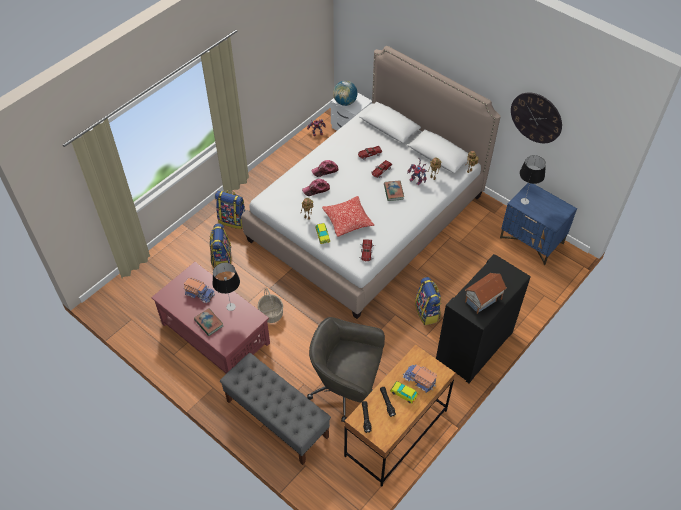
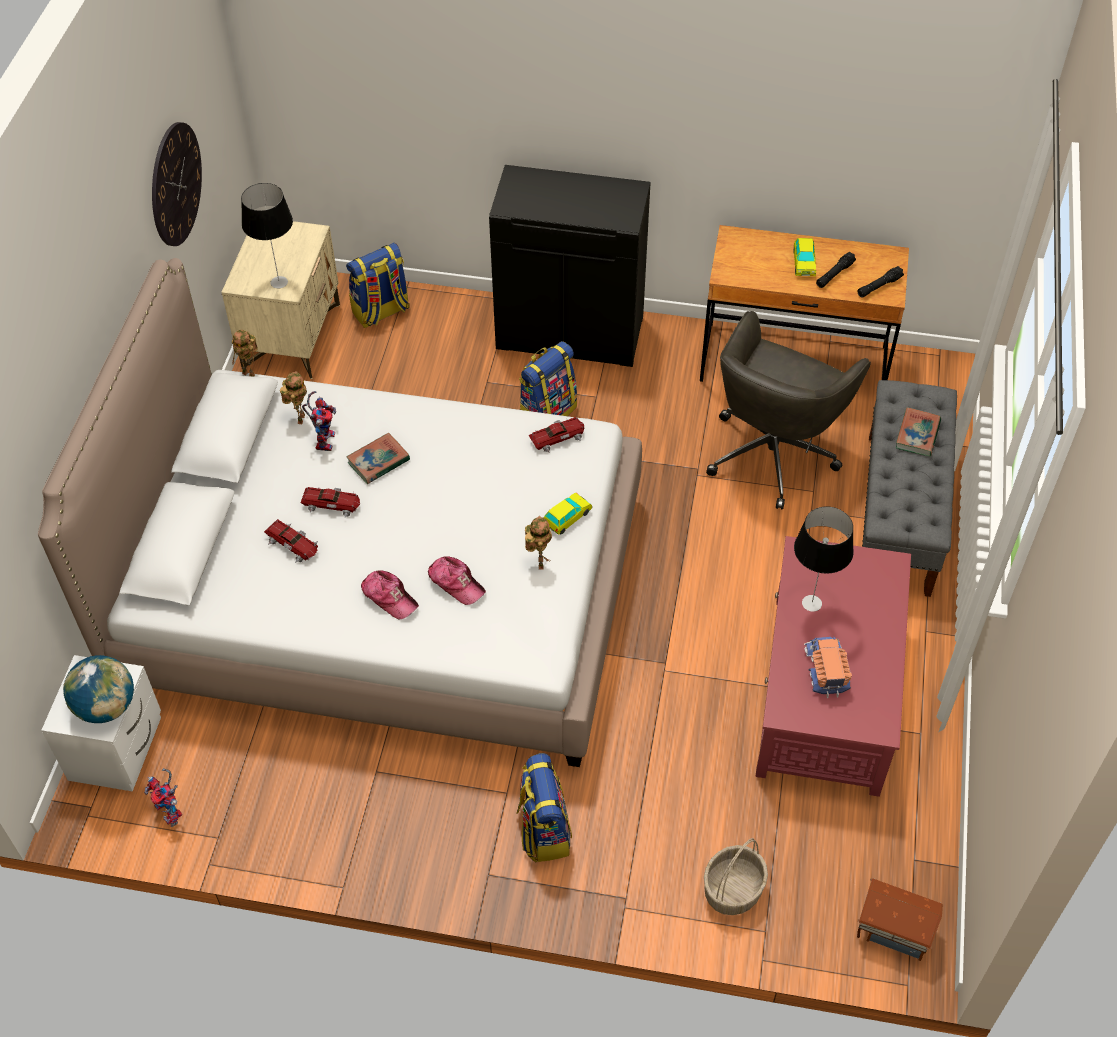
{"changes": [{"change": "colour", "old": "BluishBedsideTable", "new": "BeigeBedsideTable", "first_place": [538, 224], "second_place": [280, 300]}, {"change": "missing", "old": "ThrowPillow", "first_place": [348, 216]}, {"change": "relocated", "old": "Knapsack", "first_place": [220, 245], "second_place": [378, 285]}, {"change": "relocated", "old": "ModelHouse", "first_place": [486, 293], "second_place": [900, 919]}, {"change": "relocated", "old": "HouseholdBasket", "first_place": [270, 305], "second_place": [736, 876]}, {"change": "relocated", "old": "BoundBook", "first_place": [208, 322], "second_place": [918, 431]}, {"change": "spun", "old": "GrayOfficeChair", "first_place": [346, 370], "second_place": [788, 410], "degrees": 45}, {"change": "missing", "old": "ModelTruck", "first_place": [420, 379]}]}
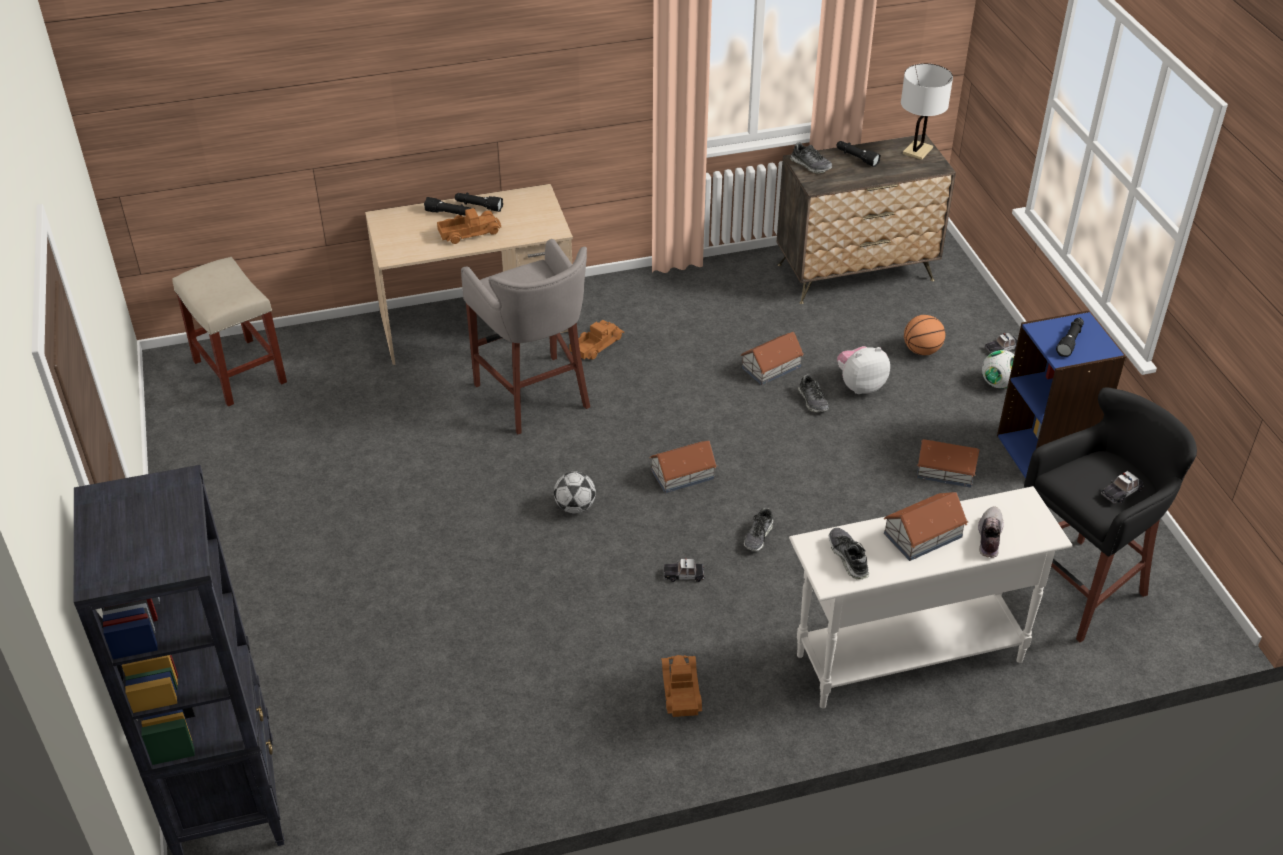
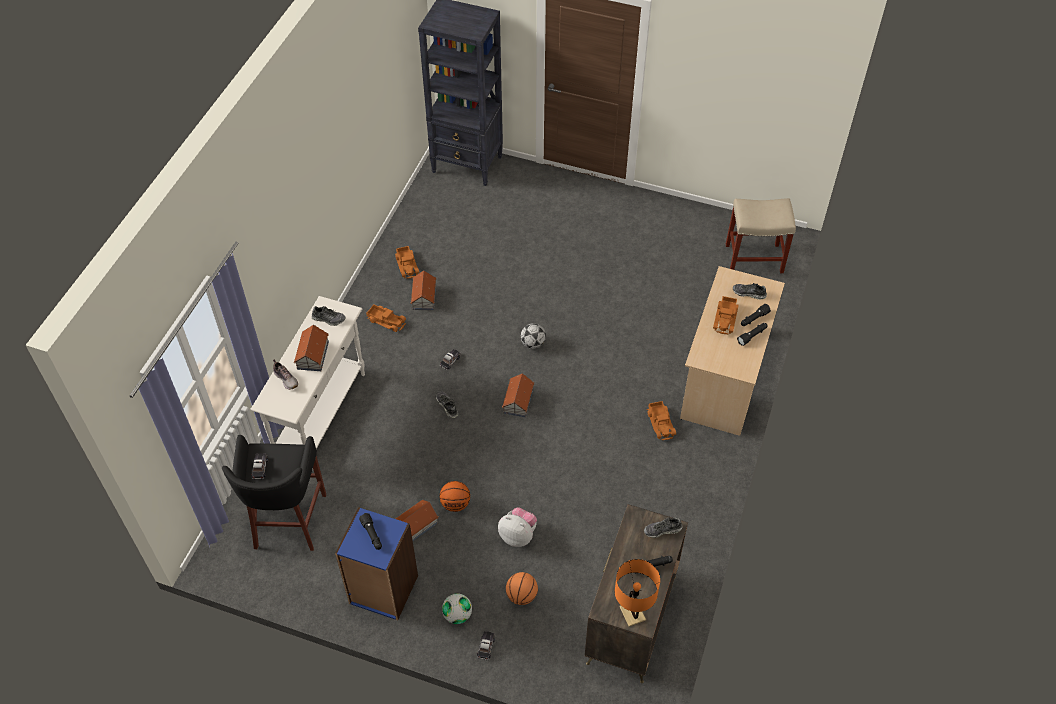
{"changes": [{"change": "colour", "old": "WhiteColouredTableLamp", "new": "OrangeColouredTableLamp", "first_place": [927, 111], "second_place": [637, 593]}, {"change": "missing", "old": "GrayStoolSeat", "first_place": [525, 337]}, {"change": "relocated", "old": "ModelHouse", "first_place": [772, 358], "second_place": [423, 290]}, {"change": "spun", "old": "PlushToy", "first_place": [863, 370], "second_place": [517, 527], "degrees": -75}, {"change": "relocated", "old": "ItemOfFootwear", "first_place": [813, 393], "second_place": [750, 291]}, {"change": "appeared", "new": "ModelTruck", "second_place": [407, 262]}, {"change": "appeared", "new": "Basketball", "second_place": [455, 496]}]}
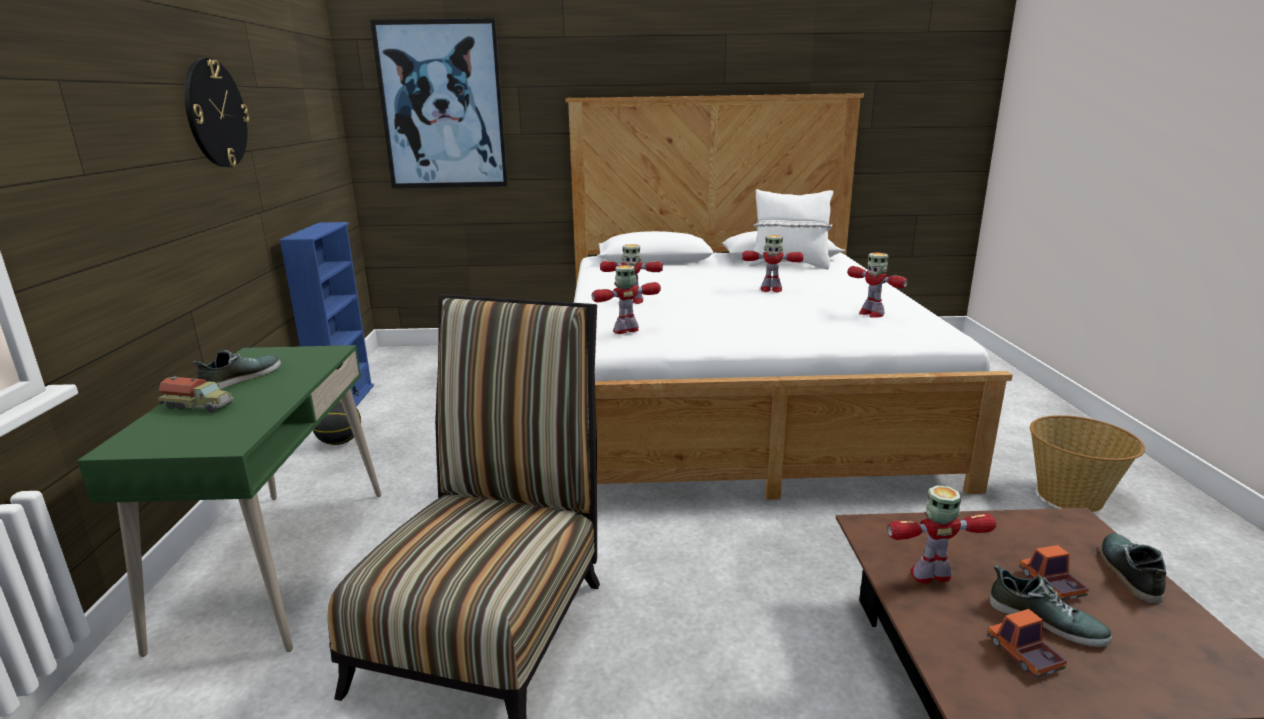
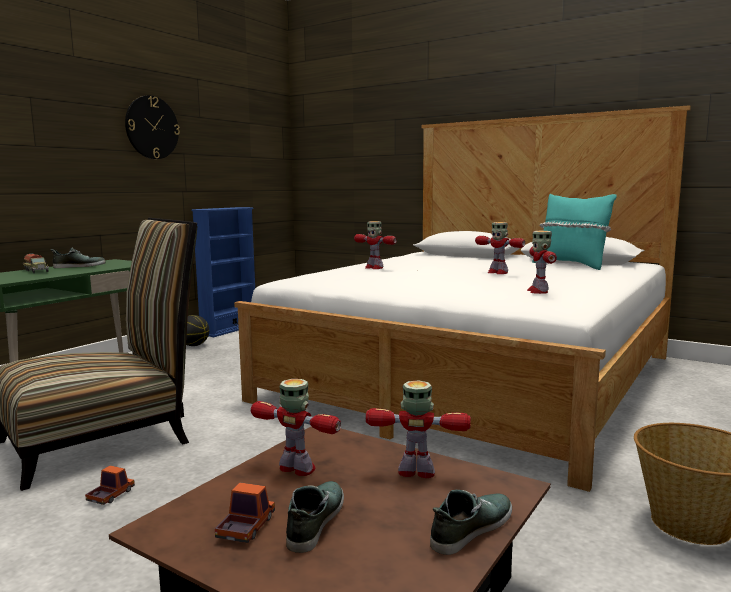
{"changes": [{"change": "missing", "old": "WallPicture", "first_place": [439, 103]}, {"change": "colour", "old": "WhiteColouredThrowPillow", "new": "BlueGreenThrowPillow", "first_place": [791, 229], "second_place": [574, 232]}, {"change": "relocated", "old": "RobotFigure", "first_place": [626, 299], "second_place": [418, 429]}, {"change": "relocated", "old": "ModelTruck", "first_place": [1054, 572], "second_place": [110, 485]}, {"change": "spun", "old": "ItemOfFootwear", "first_place": [1050, 605], "second_place": [315, 517], "degrees": -150}]}
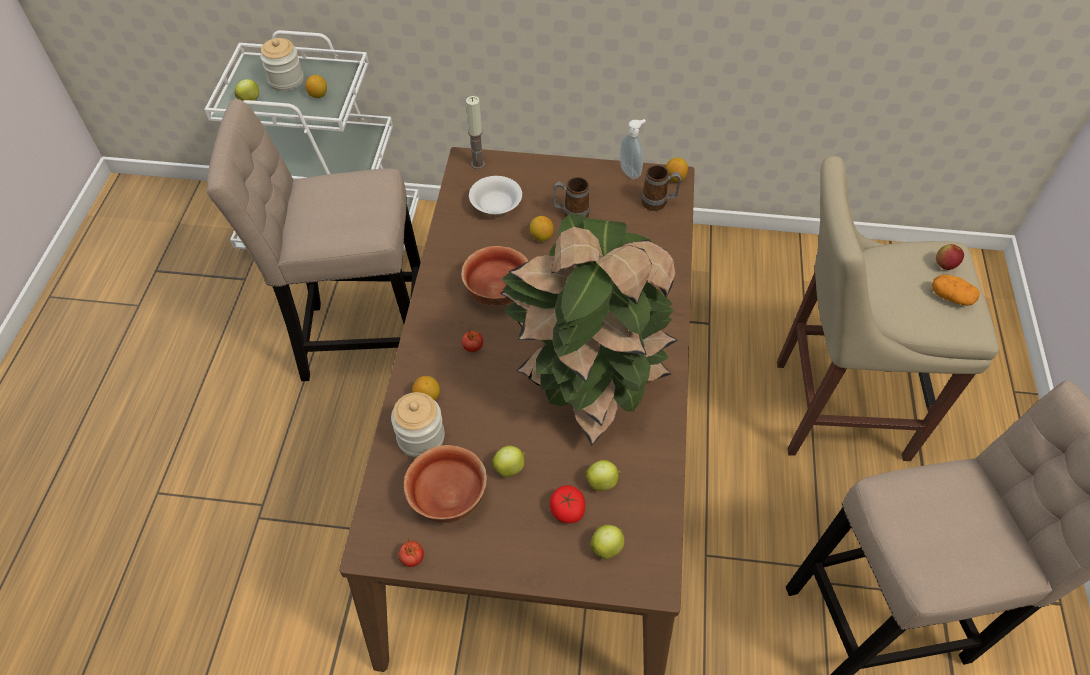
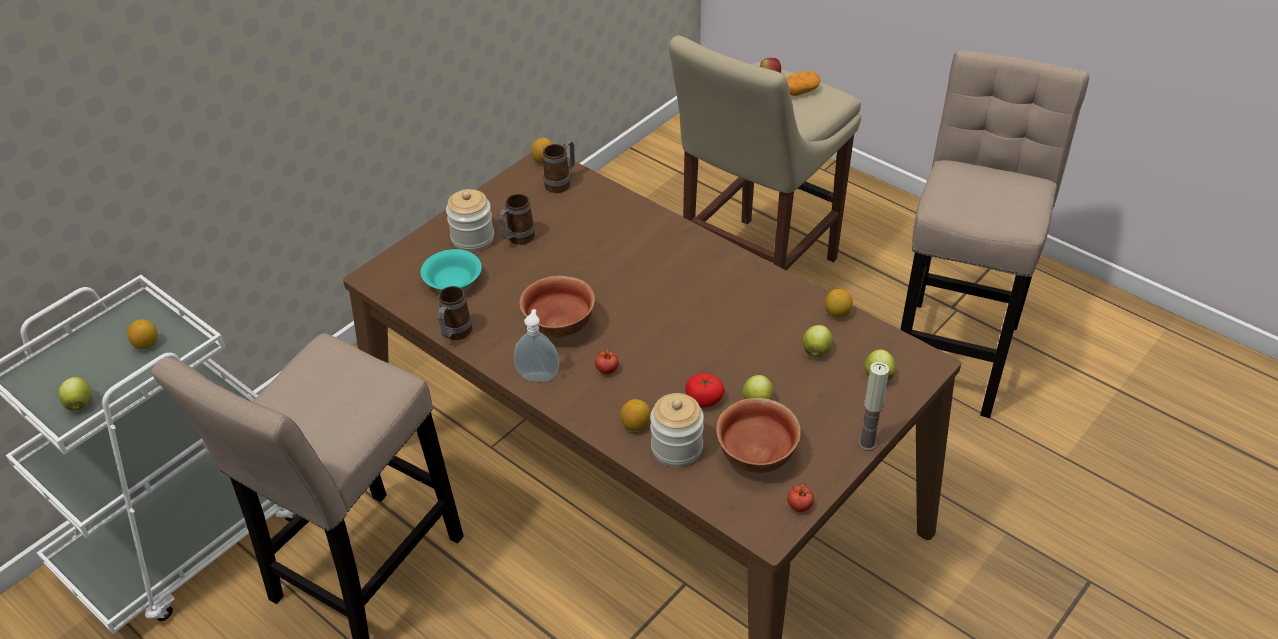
{"changes": [{"change": "relocated", "old": "PreserveJar", "first_place": [282, 64], "second_place": [470, 220]}, {"change": "relocated", "old": "WaxCandle", "first_place": [475, 132], "second_place": [873, 406]}, {"change": "relocated", "old": "SoapDispenser", "first_place": [633, 149], "second_place": [536, 345]}, {"change": "colour", "old": "WhiteColouredBowl", "new": "BlueGreenBowl", "first_place": [495, 195], "second_place": [451, 269]}, {"change": "missing", "old": "PottedPlant", "first_place": [589, 329]}, {"change": "relocated", "old": "Lemon", "first_place": [542, 228], "second_place": [839, 303]}, {"change": "relocated", "old": "FreshTomato", "first_place": [567, 504], "second_place": [705, 390]}, {"change": "appeared", "new": "TeaMug", "second_place": [455, 313]}]}
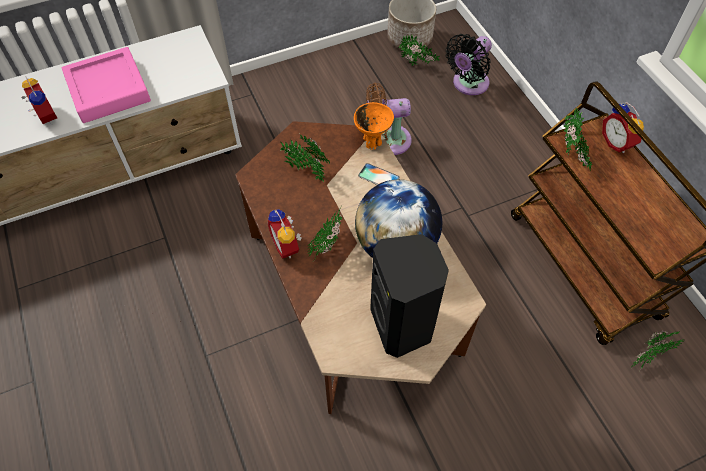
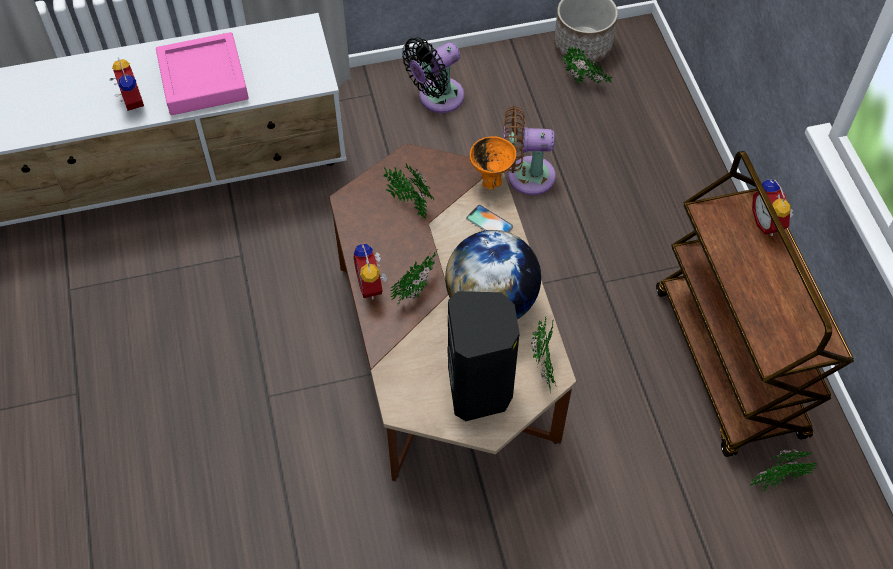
{"changes": [{"change": "relocated", "old": "BlackColouredElectricFan", "first_place": [469, 64], "second_place": [433, 75]}, {"change": "relocated", "old": "PottedPlant", "first_place": [578, 139], "second_place": [543, 355]}]}
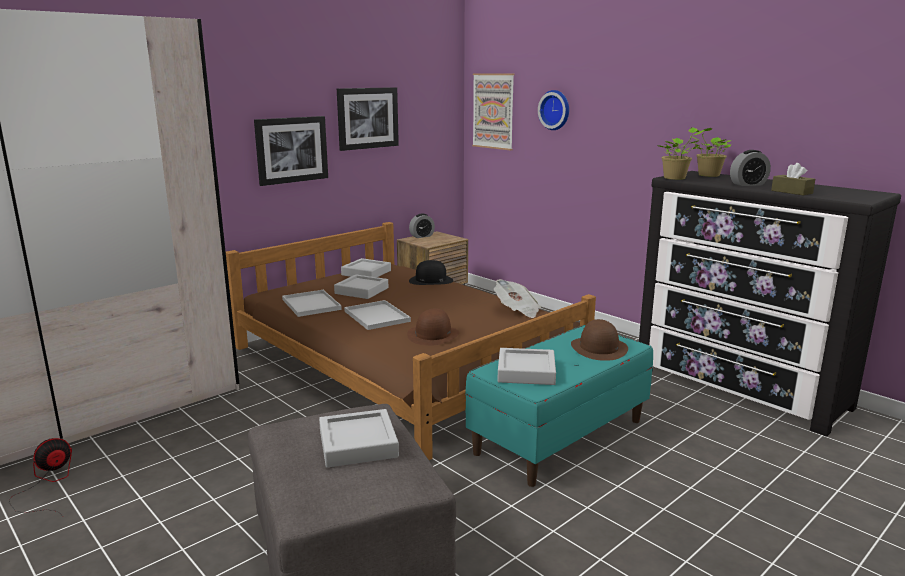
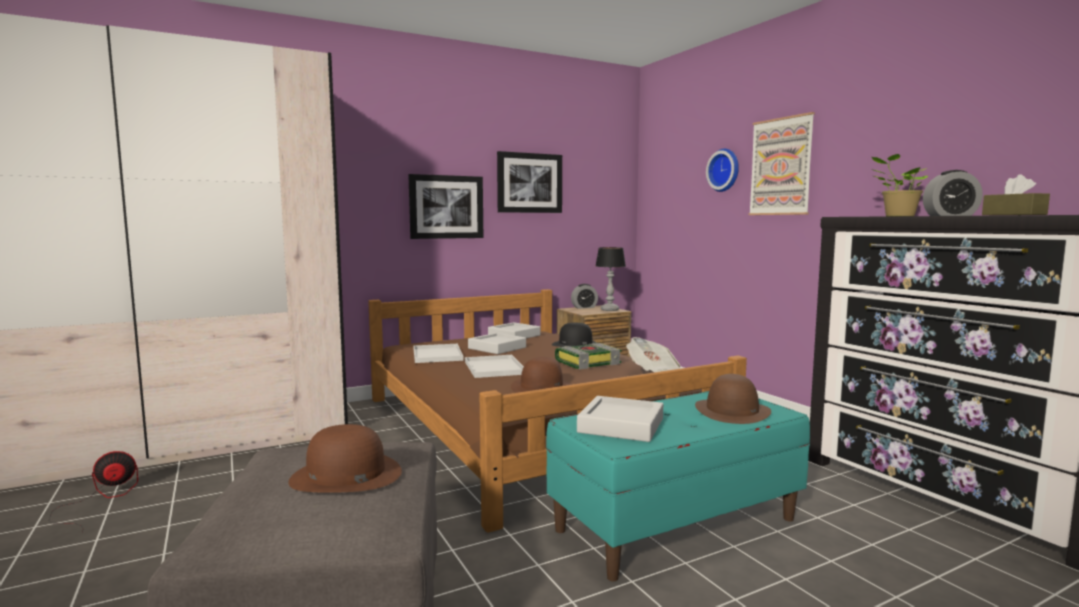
{"changes": [{"change": "relocated", "old": "WallPicture", "first_place": [493, 111], "second_place": [782, 163]}, {"change": "missing", "old": "PottedPlant", "first_place": [680, 154]}, {"change": "exchanged", "old": "GrayServingTray", "new": "BrownColouredWearableHat", "first_place": [359, 438], "second_place": [345, 458]}, {"change": "appeared", "new": "TableLamp", "second_place": [611, 279]}, {"change": "appeared", "new": "BoundBook", "second_place": [588, 356]}]}
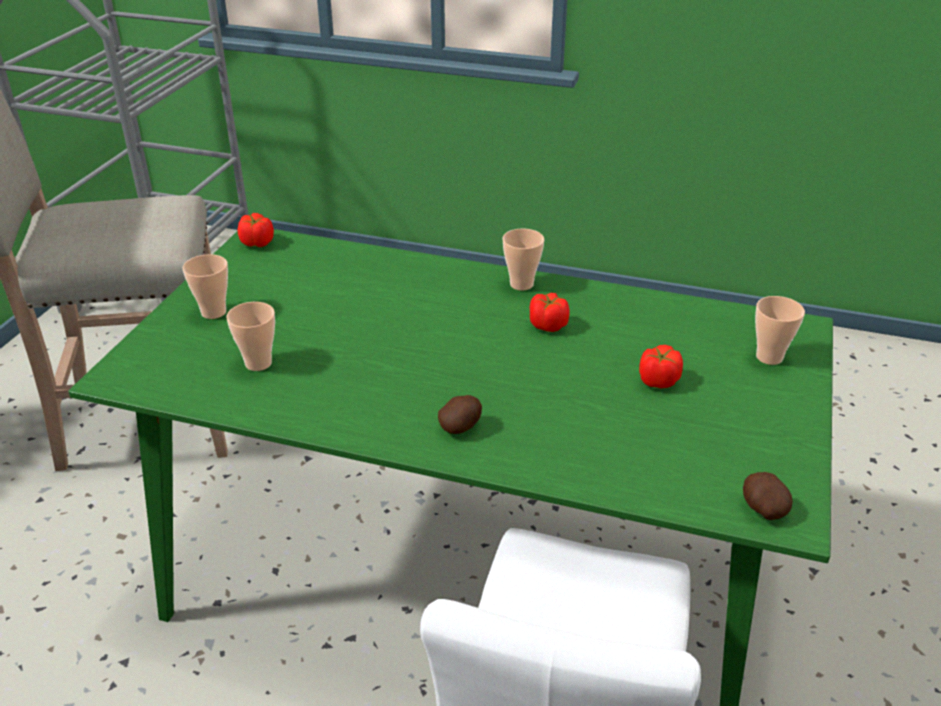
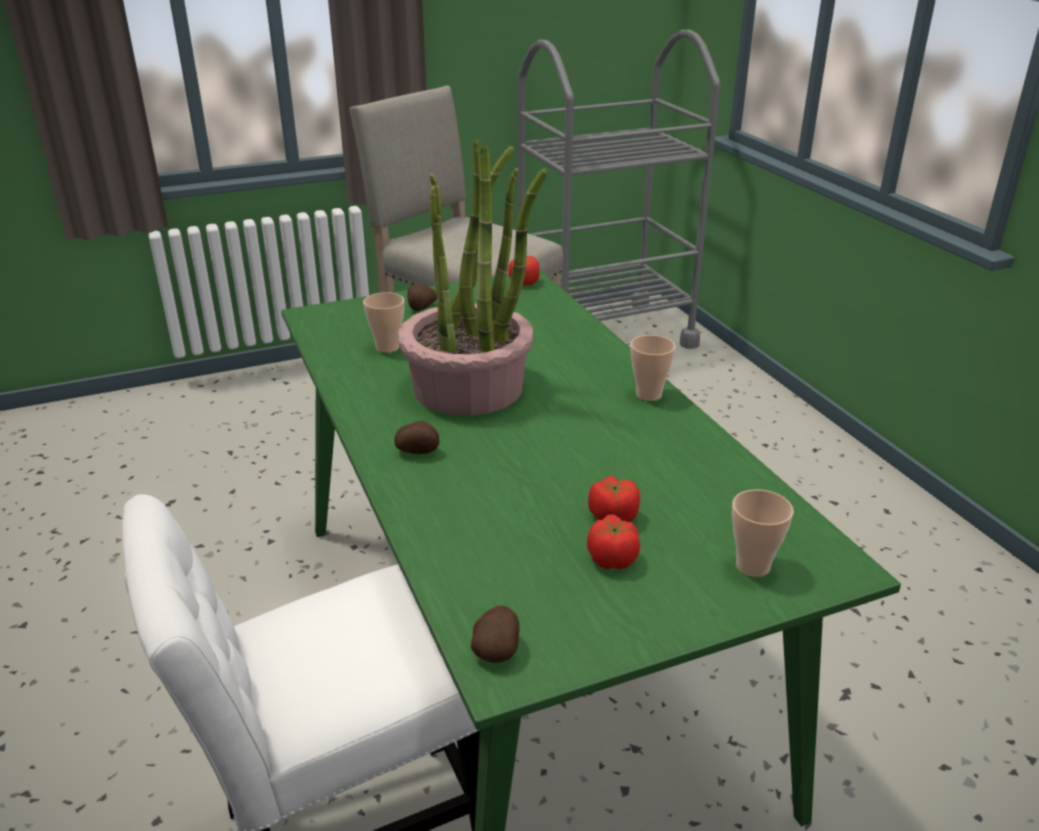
{"changes": [{"change": "exchanged", "old": "DrinkingCup", "new": "Potato", "first_place": [205, 286], "second_place": [422, 297]}, {"change": "relocated", "old": "FreshTomato", "first_place": [550, 312], "second_place": [613, 542]}, {"change": "appeared", "new": "PottedPlant", "second_place": [473, 277]}]}
